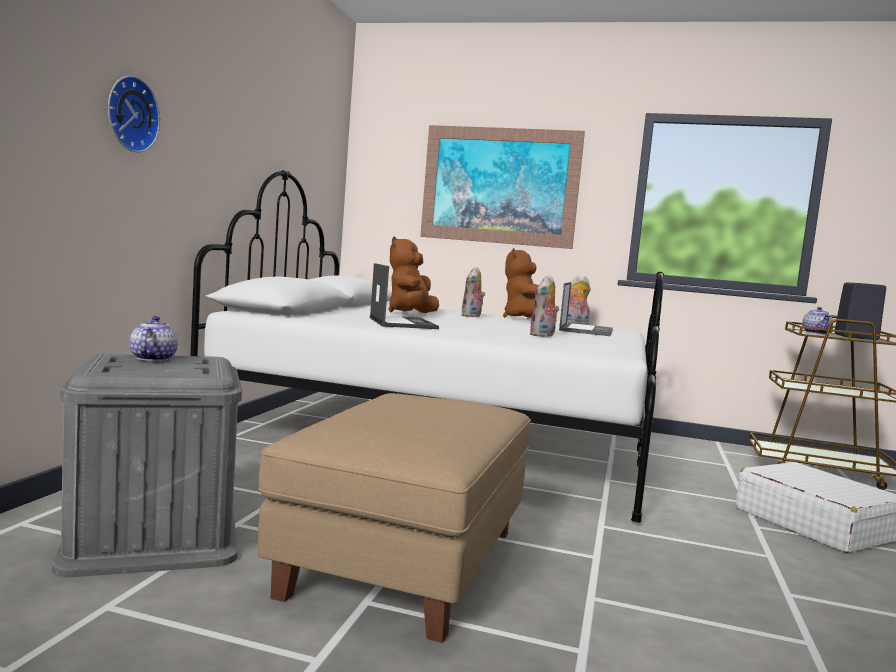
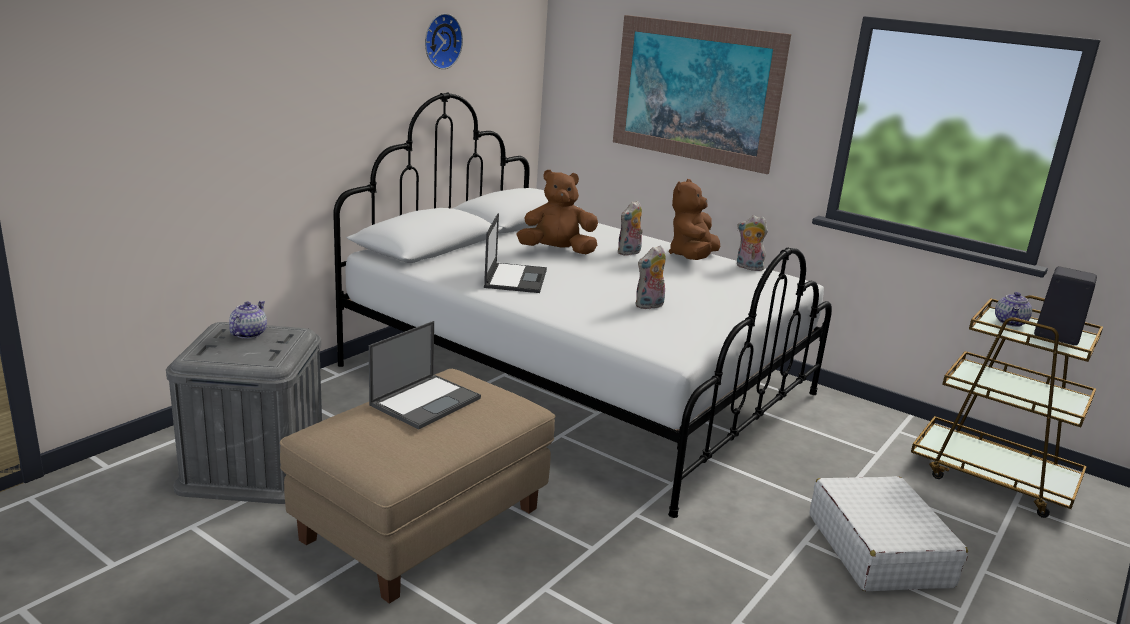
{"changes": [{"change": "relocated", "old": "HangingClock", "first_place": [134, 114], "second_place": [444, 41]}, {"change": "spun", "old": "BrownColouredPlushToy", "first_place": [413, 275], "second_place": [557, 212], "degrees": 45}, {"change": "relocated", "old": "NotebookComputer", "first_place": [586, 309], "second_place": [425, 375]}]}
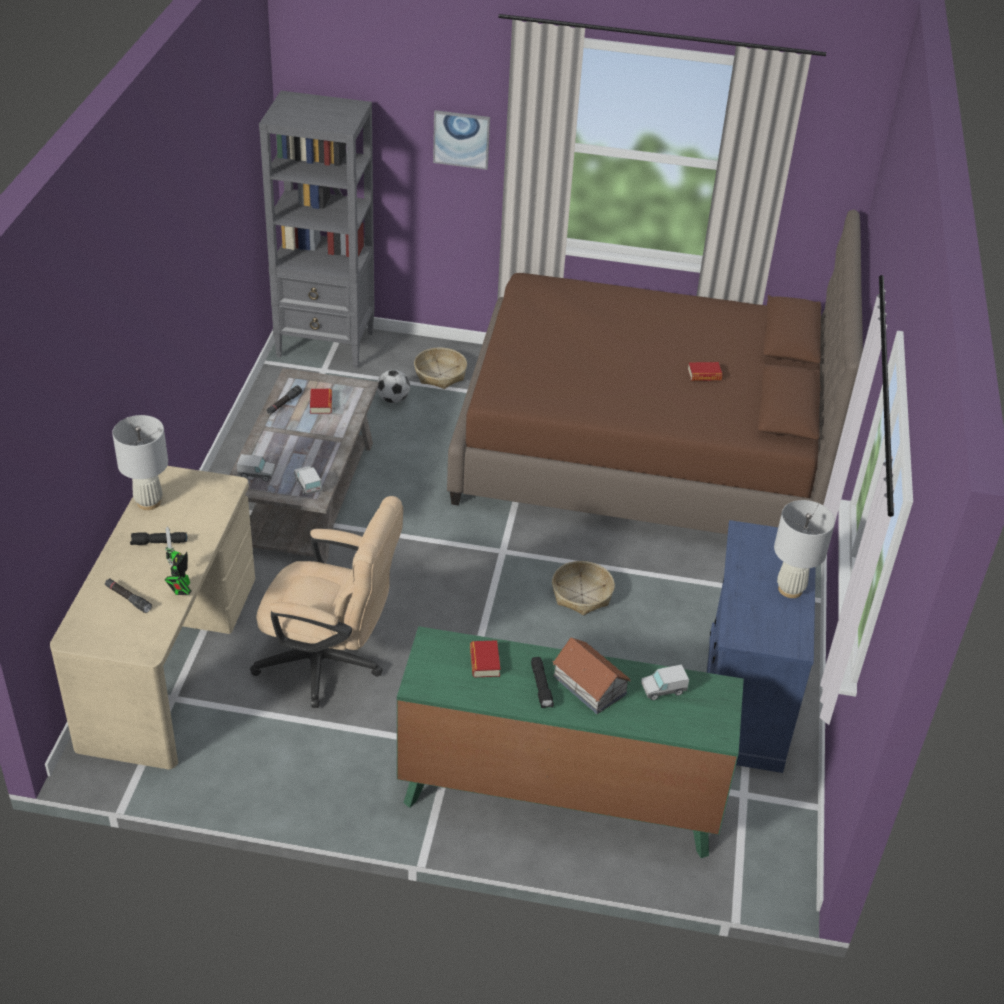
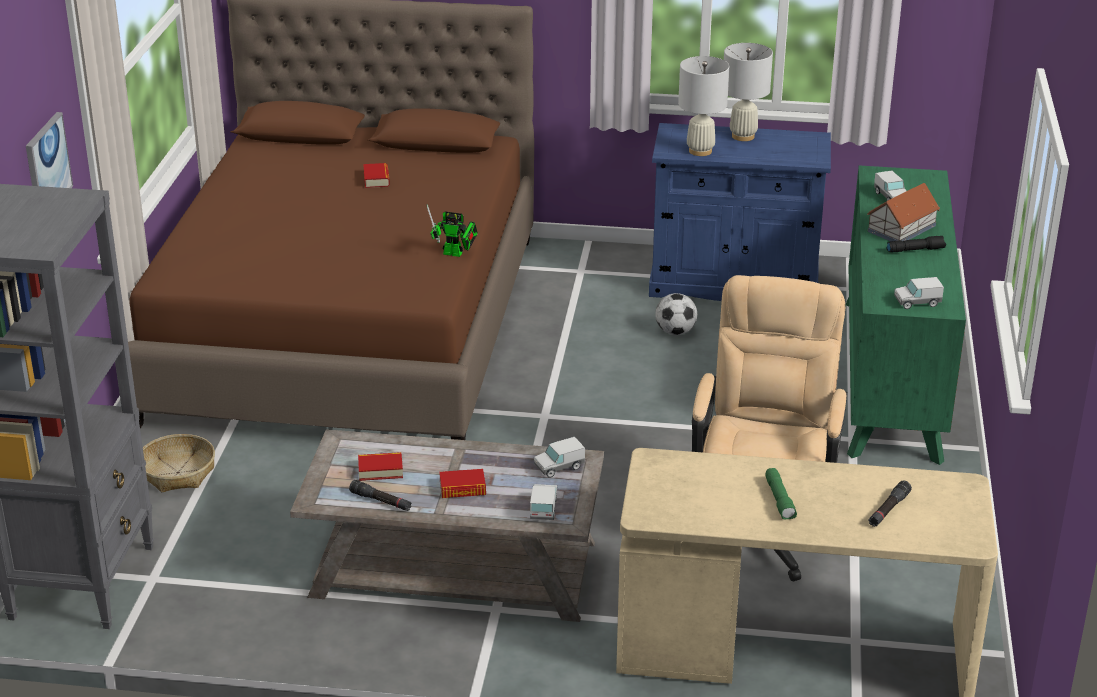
{"changes": [{"change": "relocated", "old": "FootballBall", "first_place": [393, 386], "second_place": [676, 314]}, {"change": "relocated", "old": "WhiteColouredTableLamp", "first_place": [140, 462], "second_place": [704, 106]}, {"change": "relocated", "old": "RobotFigure", "first_place": [178, 560], "second_place": [452, 231]}, {"change": "colour", "old": "BlackColouredFlashlight", "new": "GreenColouredFlashlight", "first_place": [158, 538], "second_place": [781, 493]}, {"change": "missing", "old": "HouseholdBasket", "first_place": [583, 588]}, {"change": "relocated", "old": "BoundBook", "first_place": [485, 658], "second_place": [462, 483]}, {"change": "appeared", "new": "ModelTruck", "second_place": [919, 293]}]}
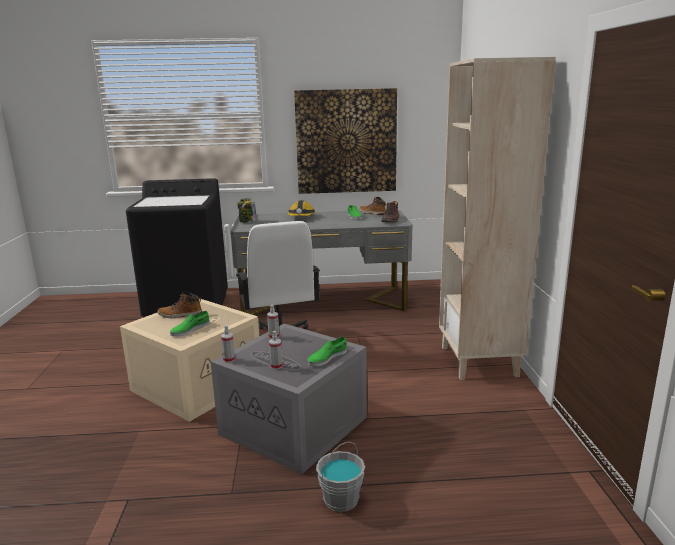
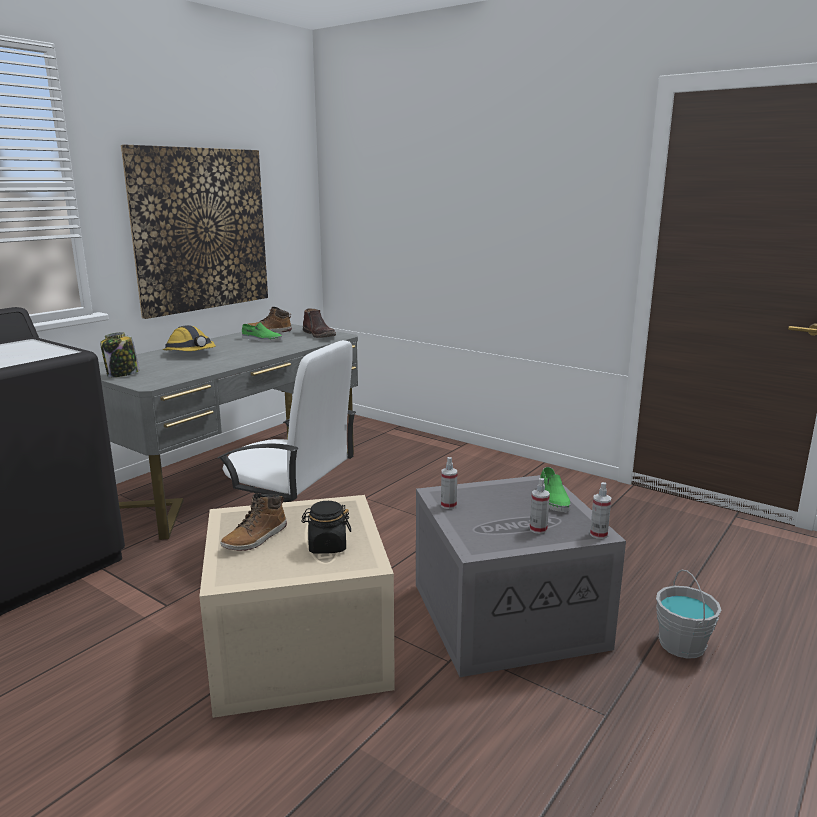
{"changes": [{"change": "missing", "old": "BeigeShelvingUnit", "first_place": [497, 218]}, {"change": "exchanged", "old": "GreenColouredItemOfFootwear", "new": "BlackColouredPreserveJar", "first_place": [190, 324], "second_place": [326, 527]}, {"change": "relocated", "old": "Sprayer", "first_place": [228, 344], "second_place": [600, 510]}]}
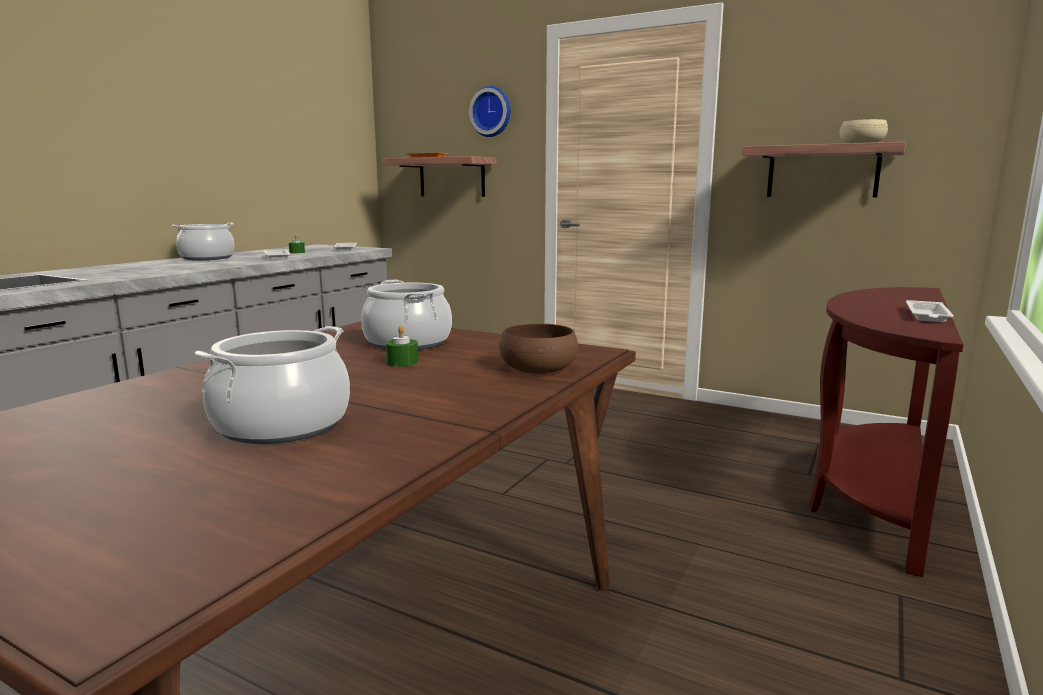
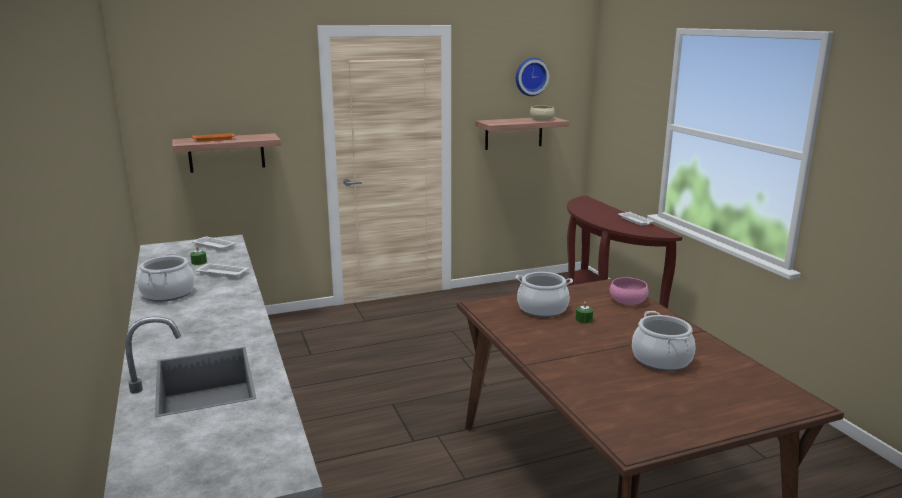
{"changes": [{"change": "relocated", "old": "HangingClock", "first_place": [490, 111], "second_place": [532, 77]}, {"change": "colour", "old": "BrownColouredBowl", "new": "PinkColouredBowl", "first_place": [538, 348], "second_place": [629, 291]}]}
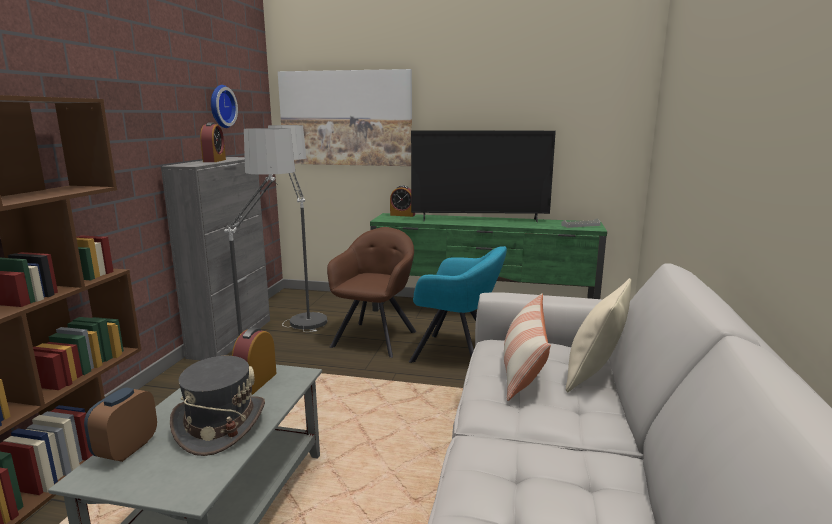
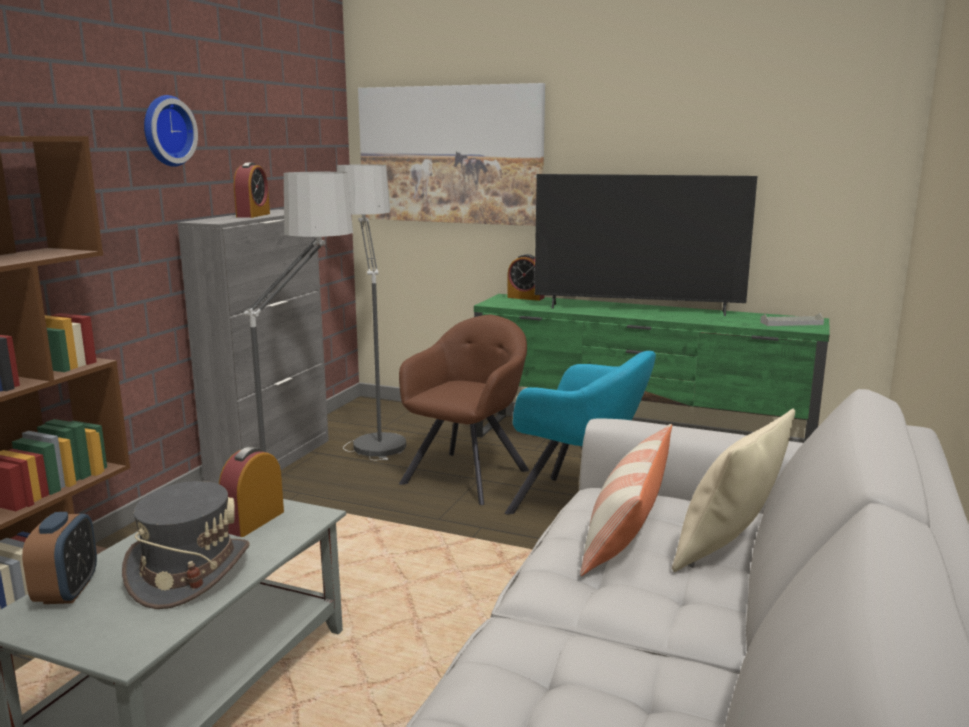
{"changes": [{"change": "relocated", "old": "HangingClock", "first_place": [224, 106], "second_place": [171, 131]}, {"change": "spun", "old": "BedsideClock", "first_place": [120, 424], "second_place": [59, 558], "degrees": 150}]}
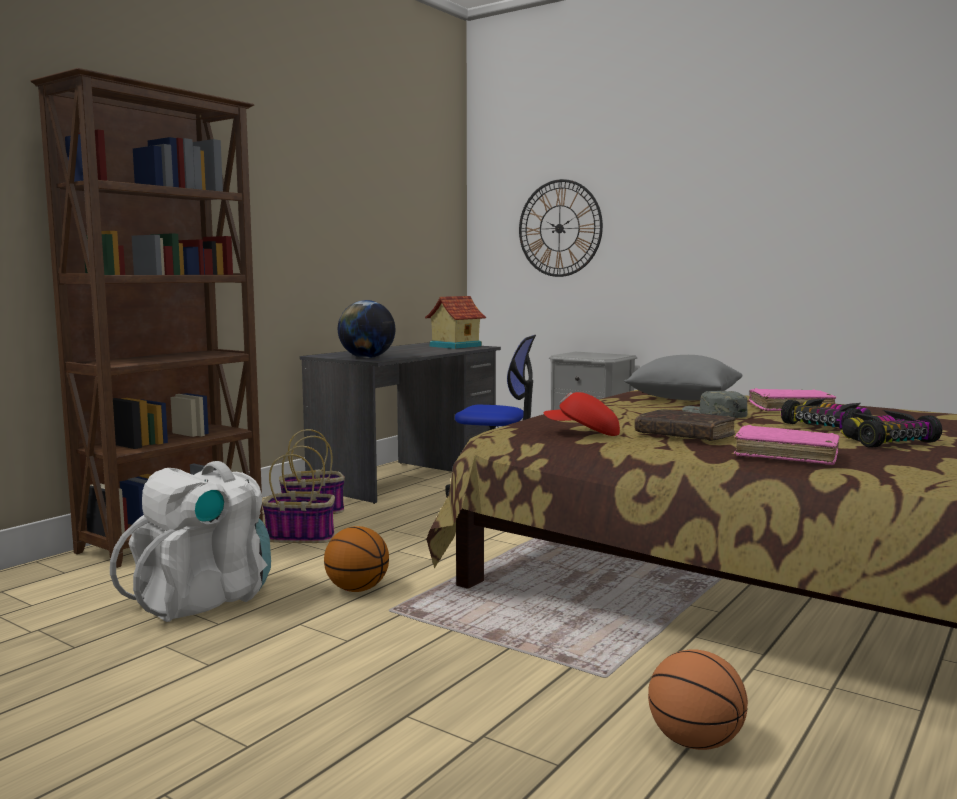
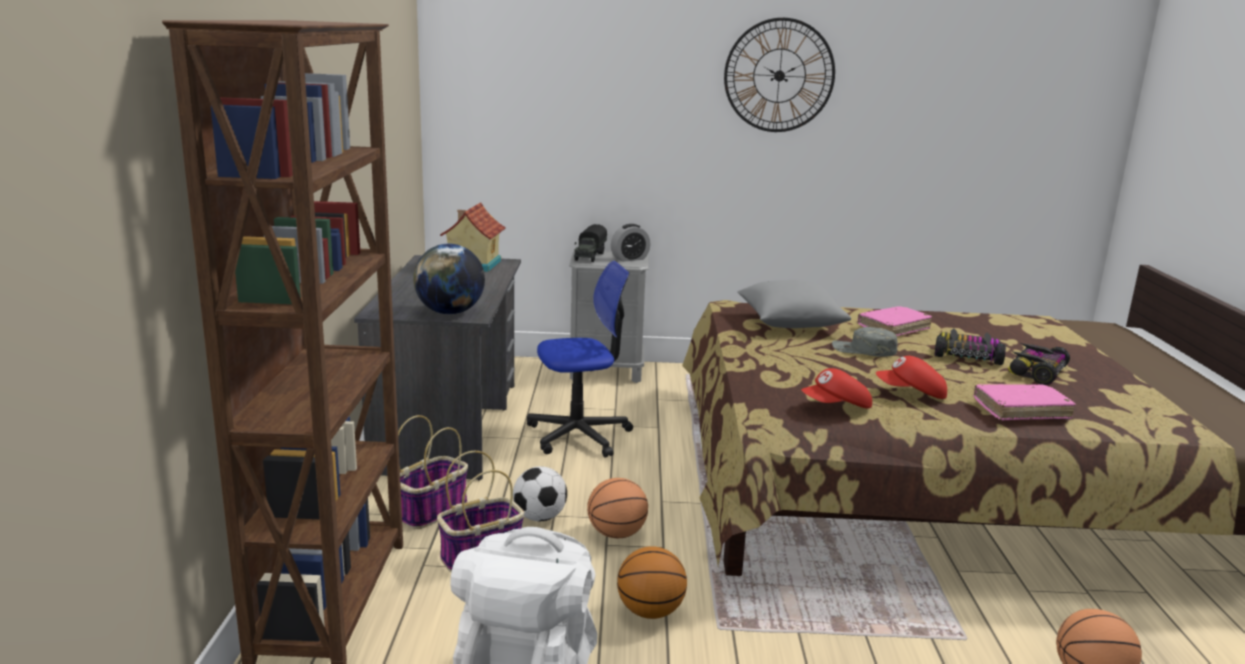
{"changes": [{"change": "relocated", "old": "HangingClock", "first_place": [561, 228], "second_place": [779, 75]}, {"change": "exchanged", "old": "BrownColouredBoundBook", "new": "RedBaseballCap", "first_place": [685, 425], "second_place": [911, 377]}, {"change": "appeared", "new": "ModelTruck", "second_place": [590, 243]}, {"change": "appeared", "new": "BedsideClock", "second_place": [631, 243]}, {"change": "appeared", "new": "FootballBall", "second_place": [540, 493]}, {"change": "appeared", "new": "Basketball", "second_place": [617, 508]}]}
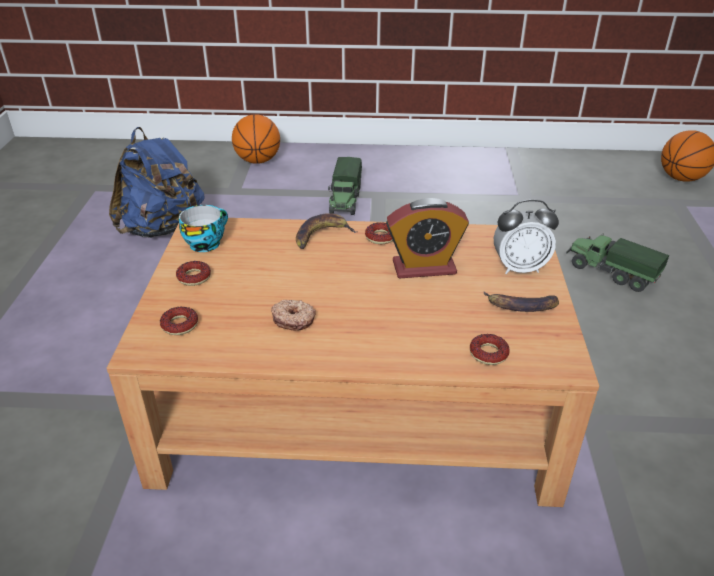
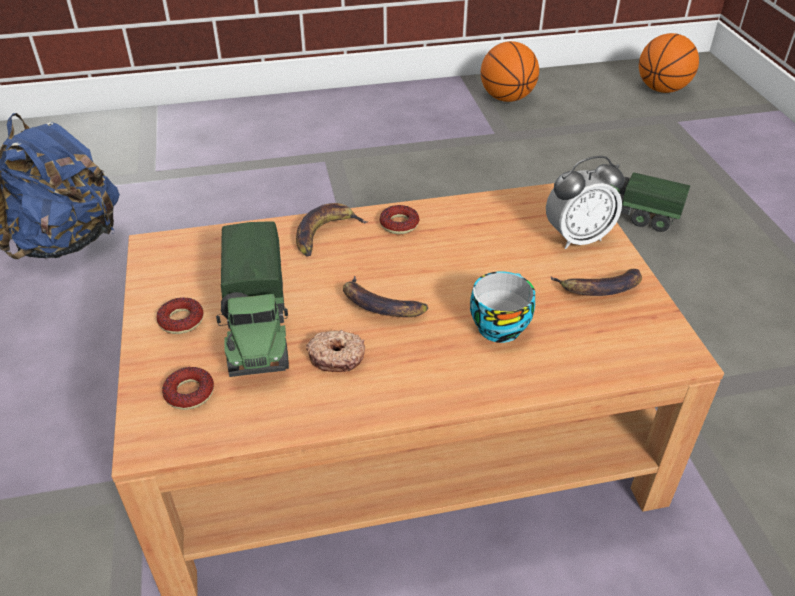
{"changes": [{"change": "relocated", "old": "Basketball", "first_place": [256, 139], "second_place": [510, 71]}, {"change": "relocated", "old": "ModelTruck", "first_place": [345, 186], "second_place": [252, 299]}, {"change": "missing", "old": "BedsideClock", "first_place": [427, 238]}, {"change": "relocated", "old": "DrinkingCup", "first_place": [203, 228], "second_place": [502, 307]}, {"change": "missing", "old": "Donut", "first_place": [490, 349]}, {"change": "appeared", "new": "BananaFruit", "second_place": [385, 296]}]}
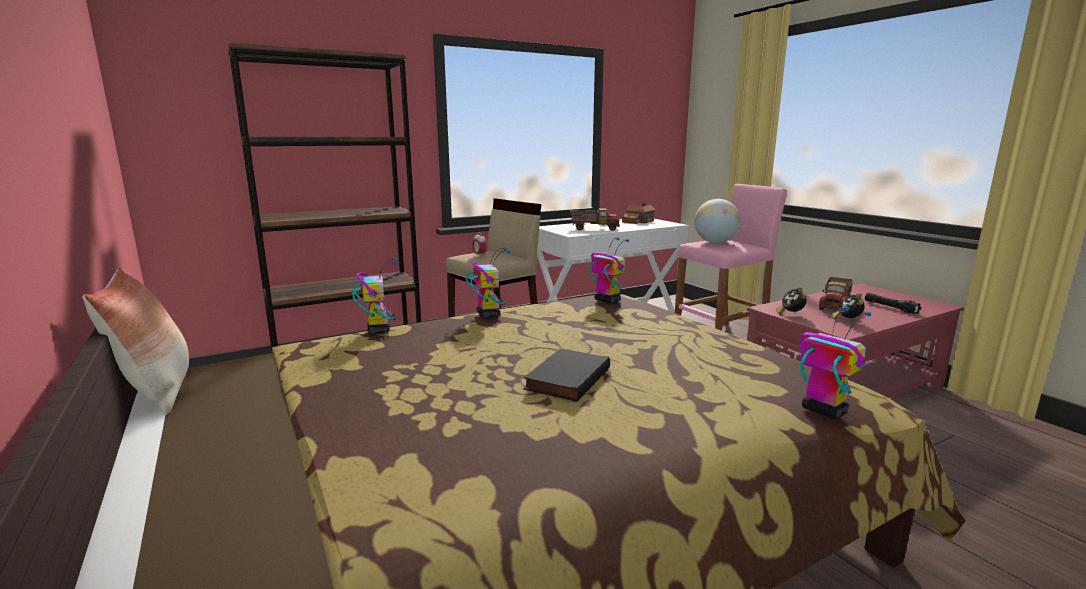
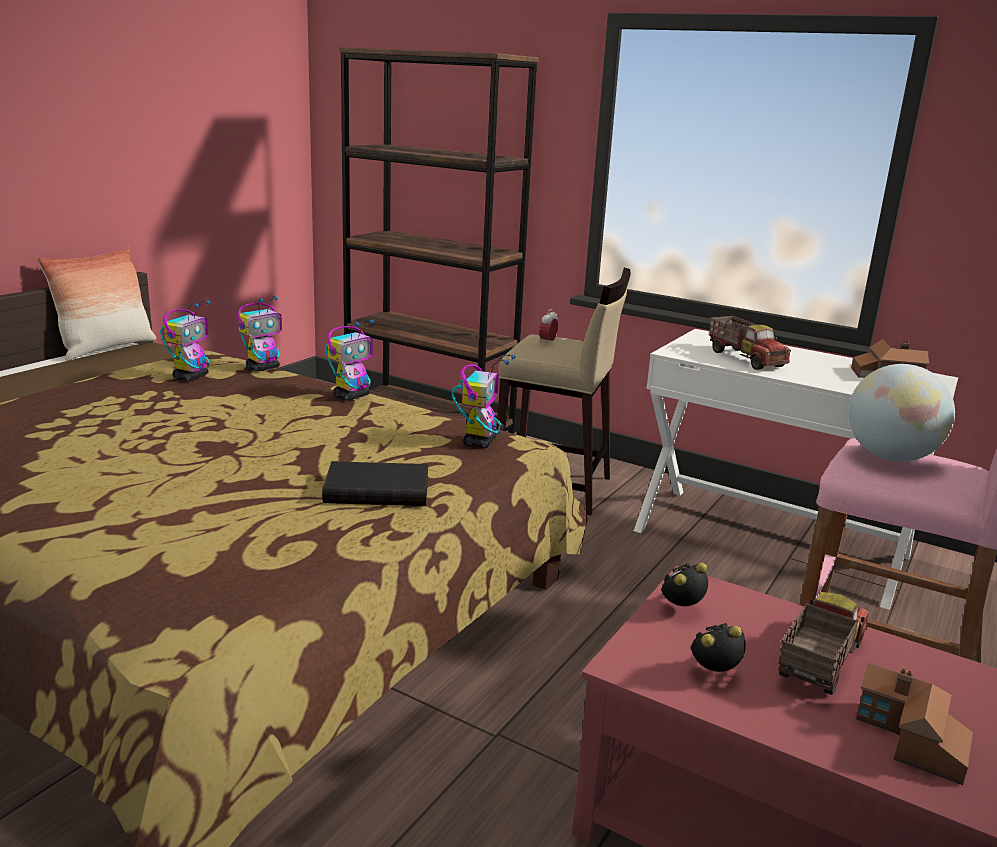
{"changes": [{"change": "spun", "old": "ModelTruck", "first_place": [836, 293], "second_place": [823, 643], "degrees": 120}, {"change": "exchanged", "old": "BlackColouredFlashlight", "new": "ModelHouse", "first_place": [893, 303], "second_place": [914, 724]}, {"change": "relocated", "old": "RobotFigure", "first_place": [835, 362], "second_place": [185, 340]}, {"change": "relocated", "old": "BlackColouredBoundBook", "first_place": [566, 375], "second_place": [375, 483]}]}
